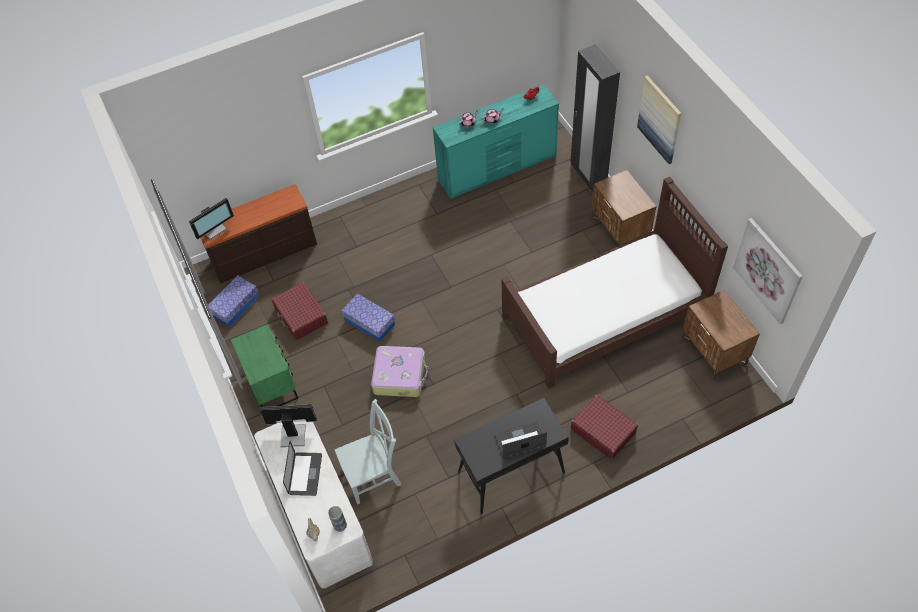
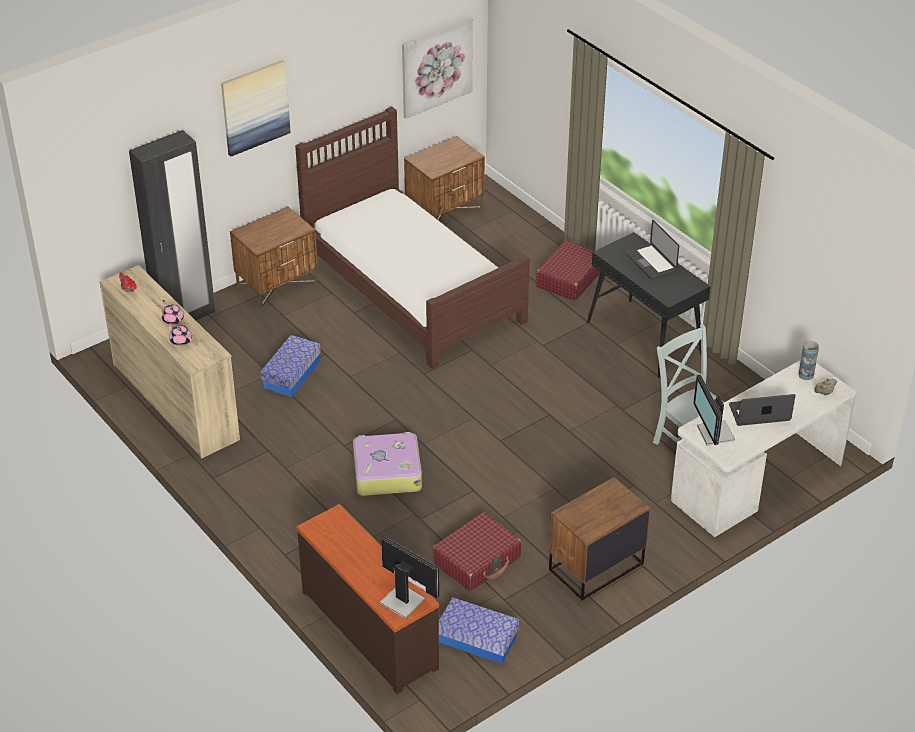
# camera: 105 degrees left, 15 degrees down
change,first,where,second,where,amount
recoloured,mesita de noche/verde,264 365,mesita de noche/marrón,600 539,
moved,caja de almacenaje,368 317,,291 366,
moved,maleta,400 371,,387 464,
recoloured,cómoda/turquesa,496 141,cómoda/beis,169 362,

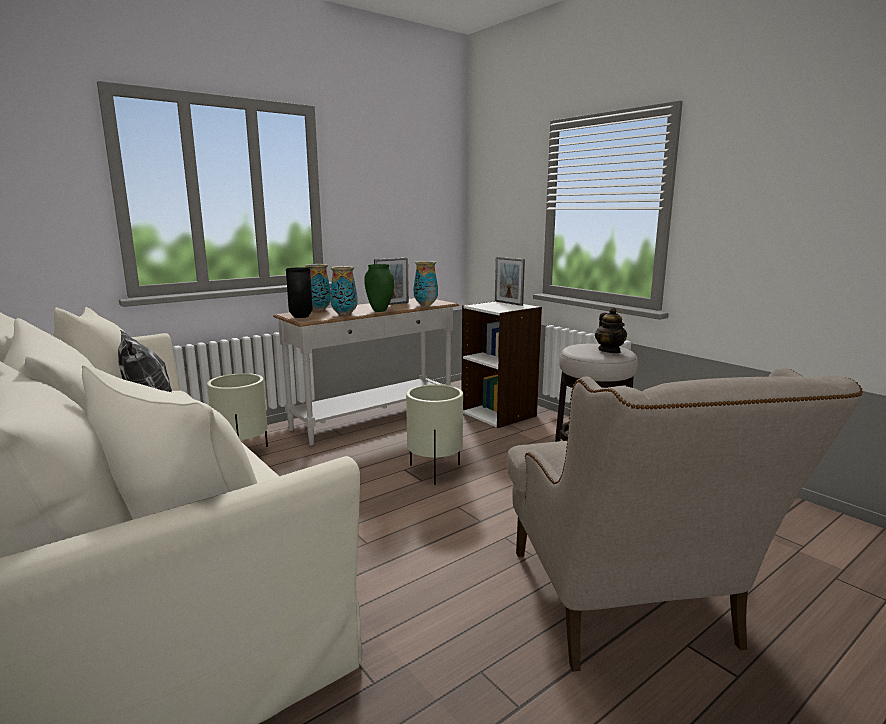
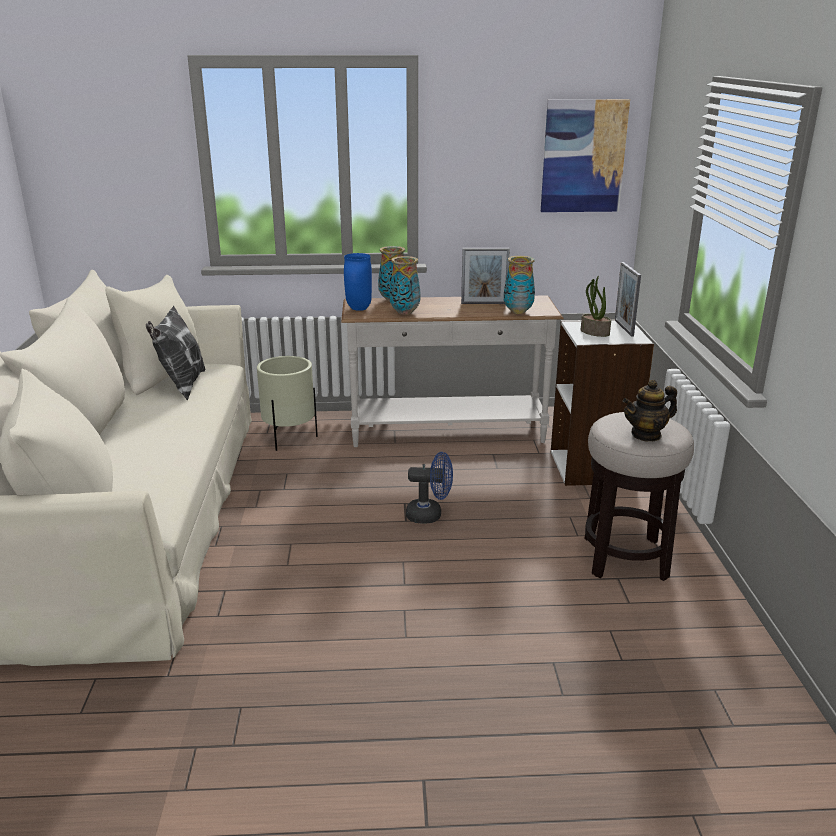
# camera: 35 degrees right, 10 degrees up
change,first,where,second,where,amount
recoloured,florero/negro,299 292,florero/azul,358 282,
removed,florero/verde,379 288,,,
replaced,maceta/beis,434 434,ventilador/azul,429 488,
removed,sillón/beis,685 519,,,
turned,tetera,611 330,,650 410,45 degrees clockwise
added,,,cuadro,585 155,
added,,,planta en maceta,596 306,

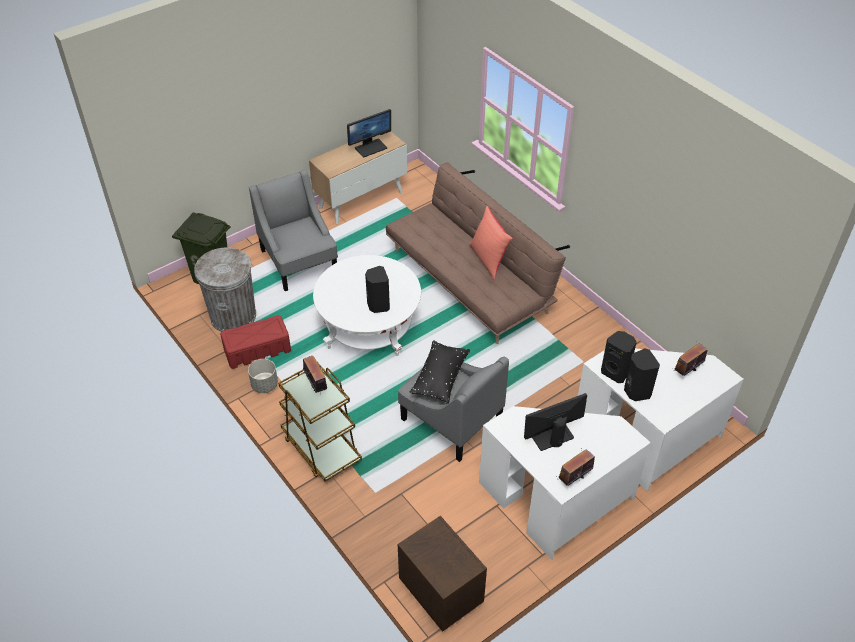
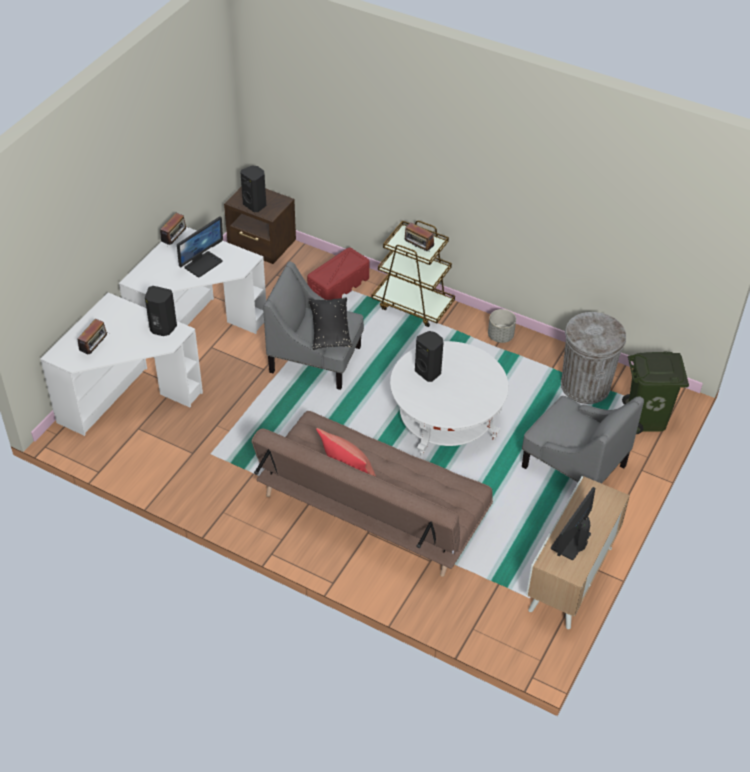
# camera: 155 degrees right, 0 degrees up
change,first,where,second,where,amount
moved,caja de almacenaje/rojo,255 342,,338 273,
moved,altavoz/negro,642 374,,253 188,

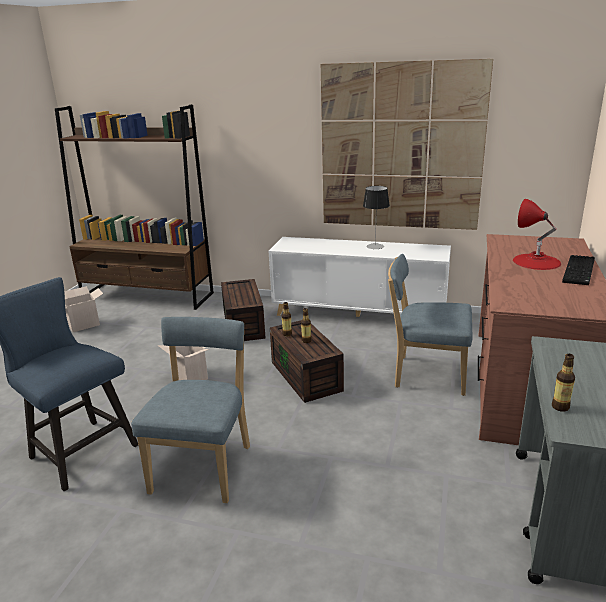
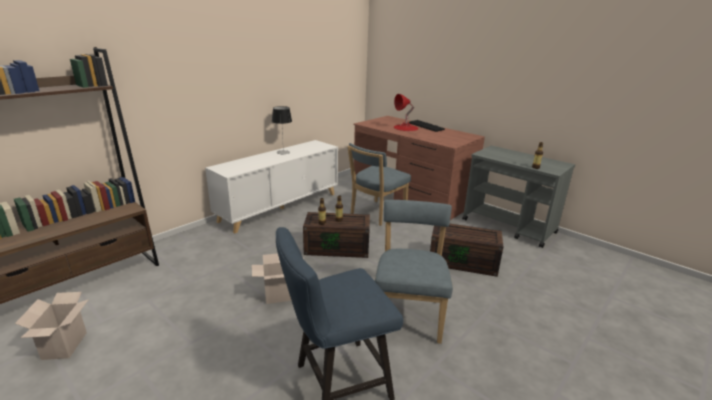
# camera: 65 degrees left, 0 degrees up
change,first,where,second,where,amount
turned,silla/azul,190 410,,414 272,60 degrees clockwise
moved,caja de almacenaje/marrón,243 310,,466 250,
removed,cuadro,407 144,,,

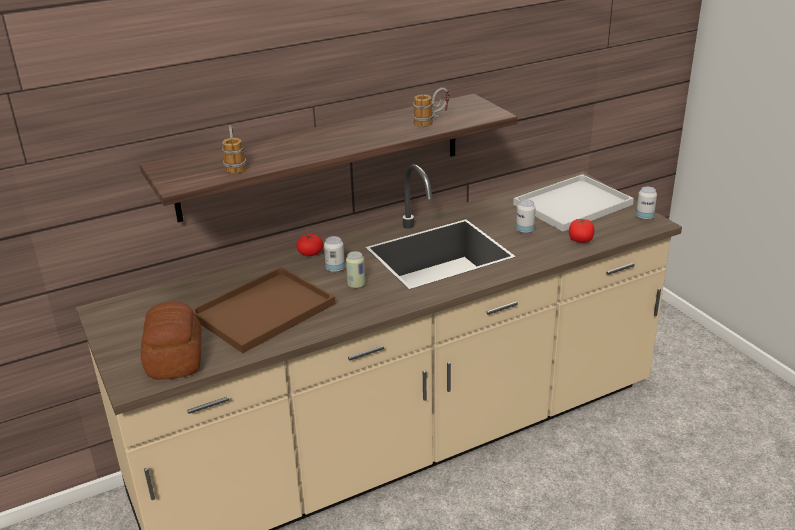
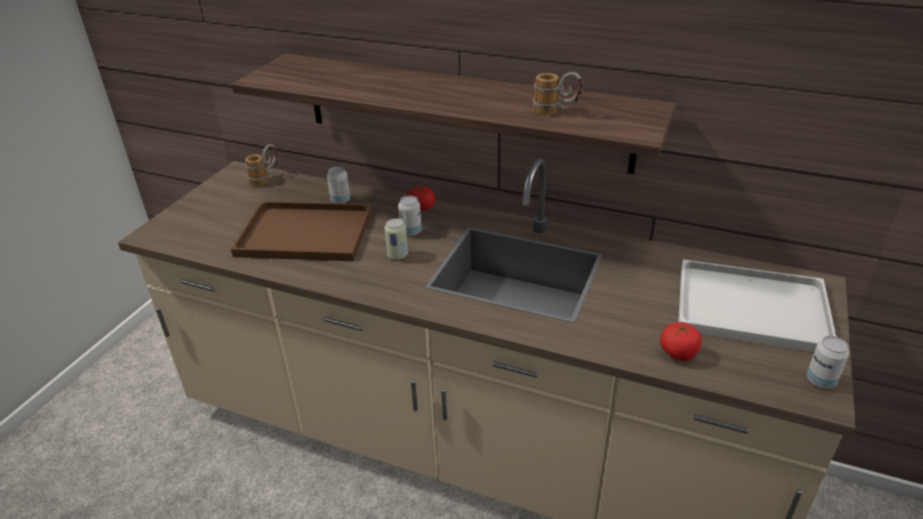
# camera: 50 degrees right, 5 degrees up
change,first,where,second,where,amount
removed,pan,171 341,,,
moved,taza grande,234 149,,261 165,
moved,lata,525 216,,338 185,

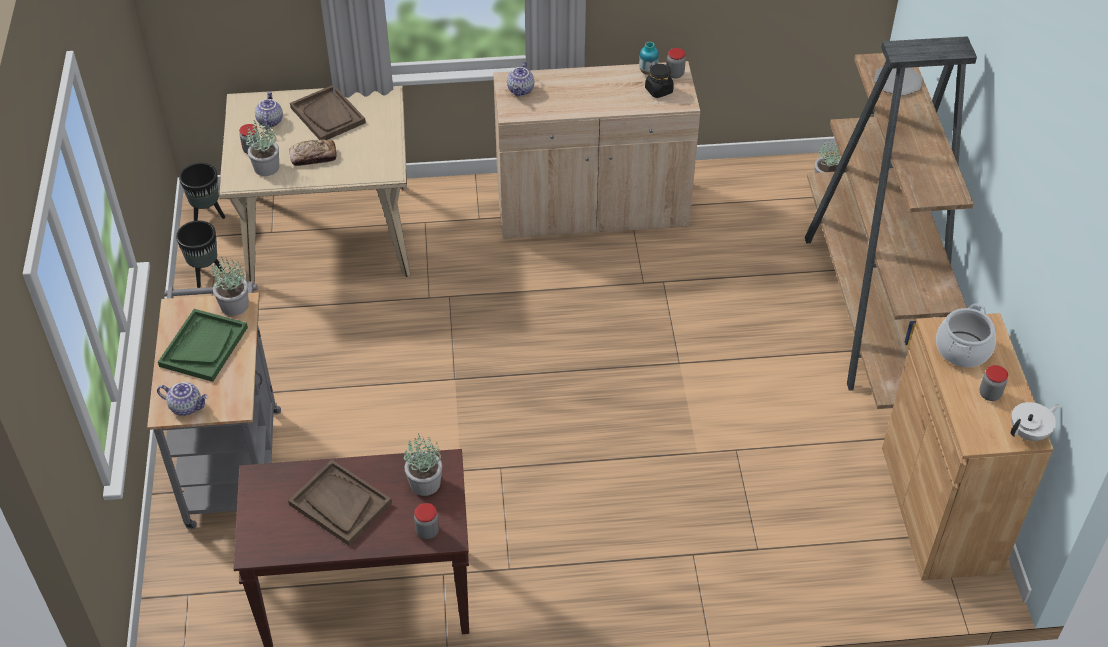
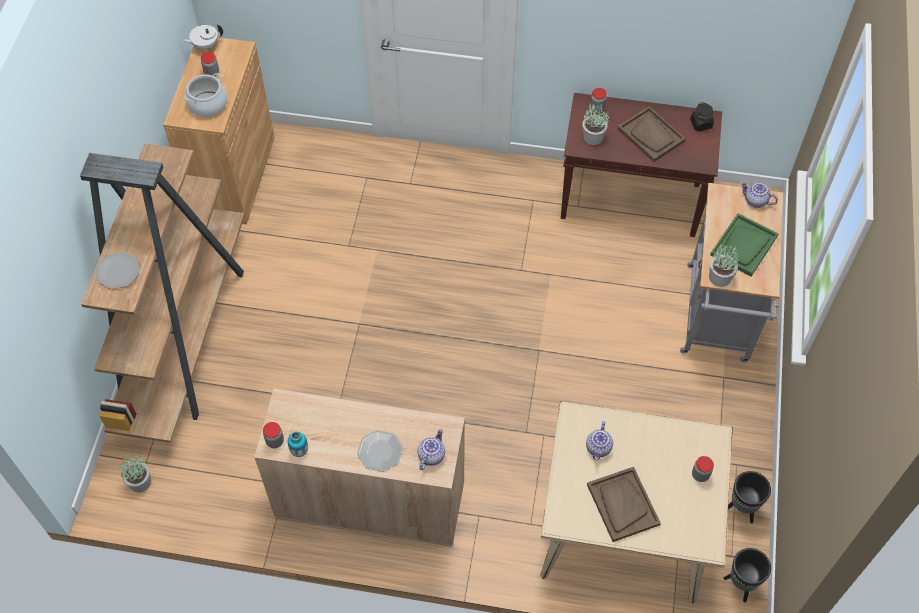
# camera: 165 degrees left, 10 degrees up
change,first,where,second,where,amount
removed,planta en maceta,262 149,,,
moved,tetera,269 110,,599 440,
removed,pan,313 153,,,
moved,tarro/negro,659 80,,702 116,
added,,,plato,380 451,

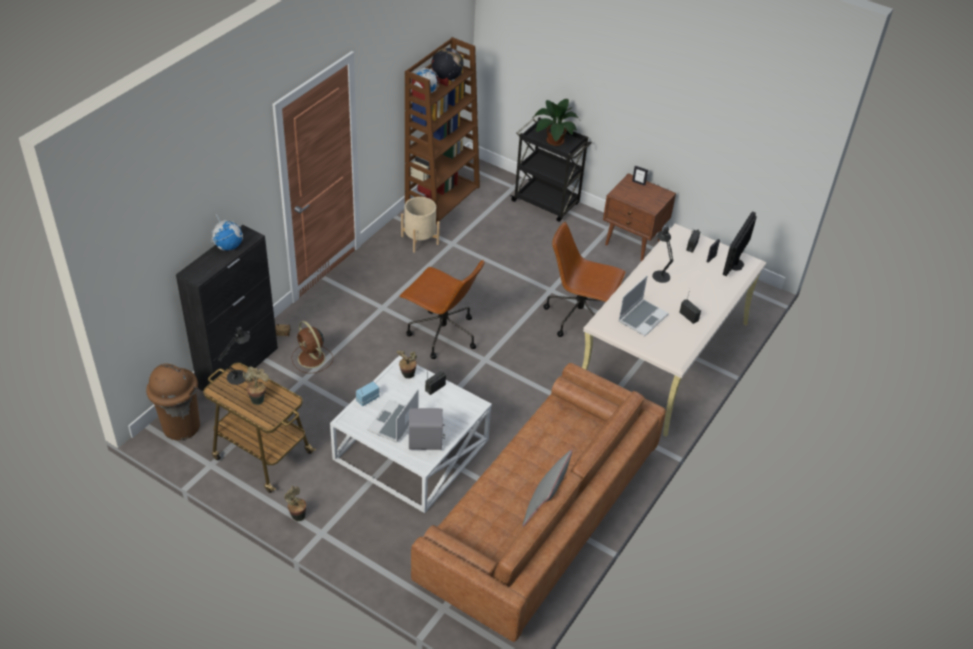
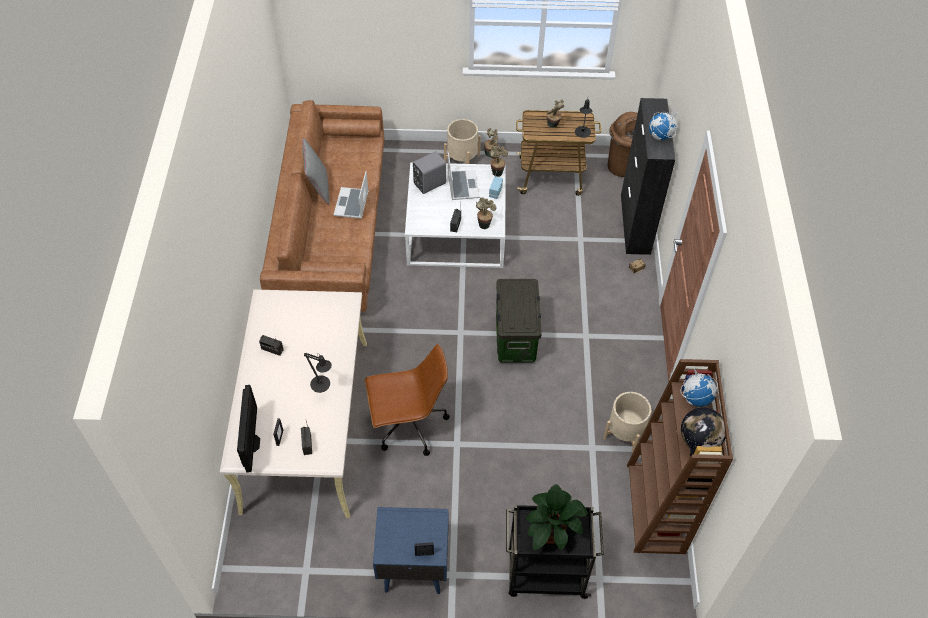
# camera: 150 degrees right, 10 degrees up
change,first,where,second,where,amount
removed,ventilador/marrón,312 347,,,
replaced,silla de oficina/marrón,442 309,caja de almacenaje,519 321,
recoloured,mesita de noche/marrón,639 217,mesita de noche/azul,411 550,
moved,portátil,643 306,,351 195,
added,,,maceta/beis,462 141,
added,,,planta en maceta,498 161,

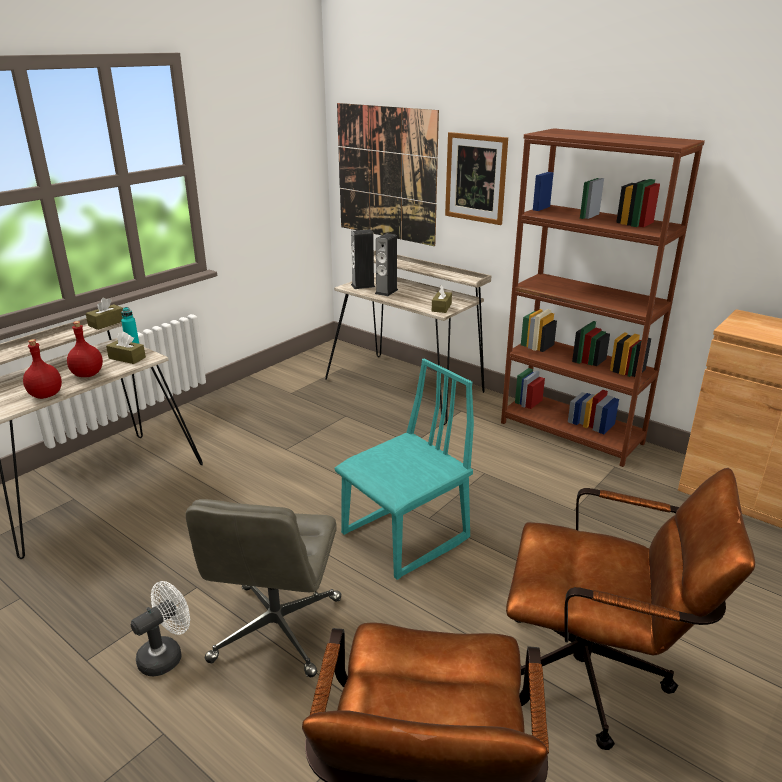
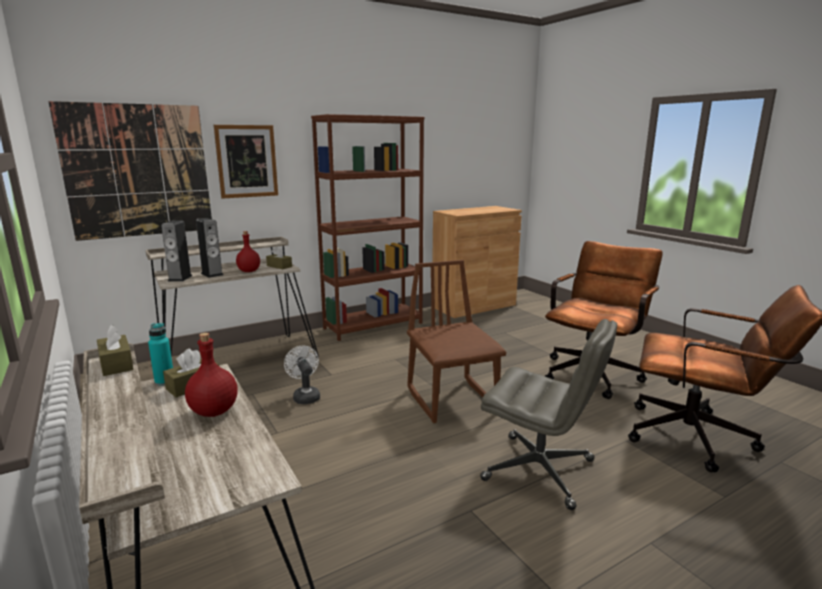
# camera: 70 degrees left, 10 degrees down
change,first,where,second,where,amount
moved,botella/rojo,42 369,,248 251,
moved,ventilador/blanco,160 628,,302 375,
recoloured,silla/turquesa,404 469,silla/marrón,456 341,

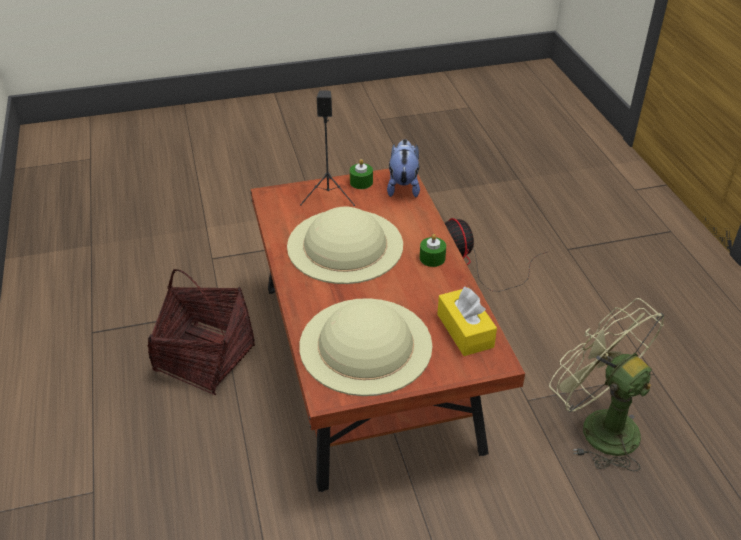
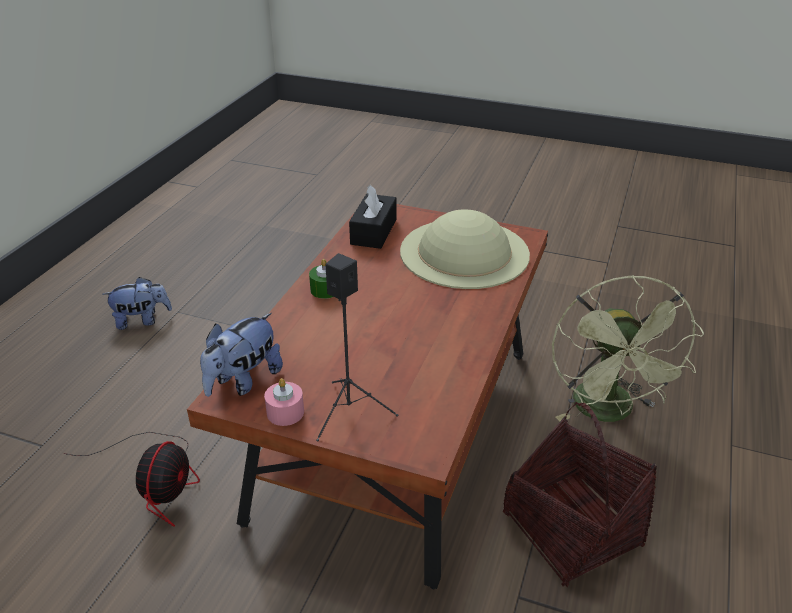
# camera: 145 degrees left, 5 degrees down
change,first,where,second,where,amount
removed,sombrero/beis,345 245,,,
recoloured,vela/verde,361 174,vela/rosa,284 402,
recoloured,caja de pañuelos/amarillo,467 321,caja de pañuelos/negro,372 217,
moved,ventilador/verde,607 385,,628 348,
added,,,peluche,137 303,

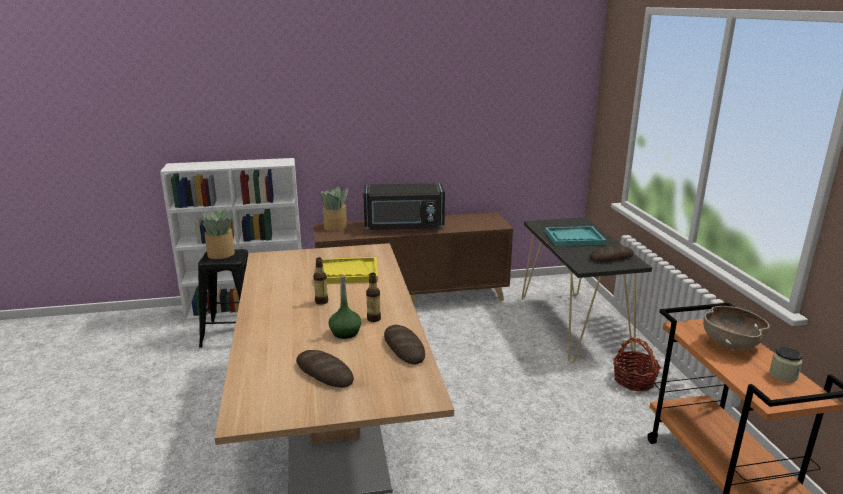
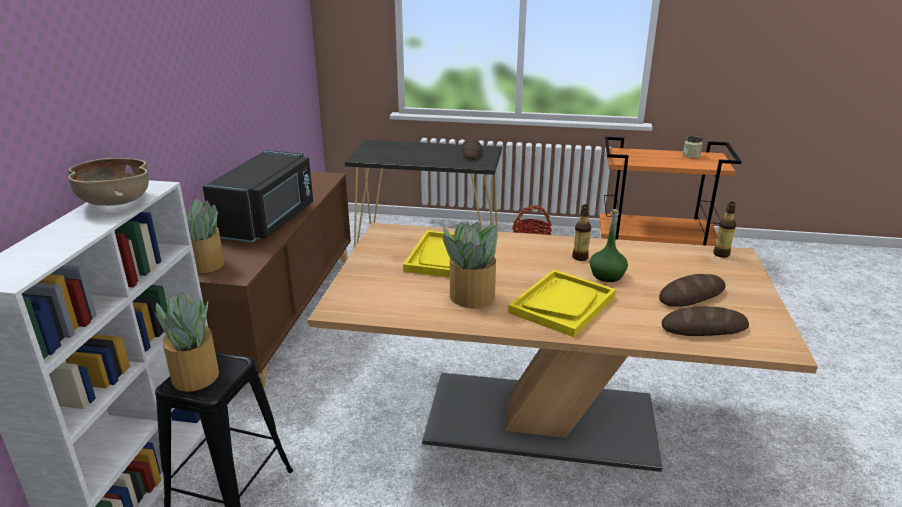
# camera: 70 degrees left, 5 degrees up
change,first,where,second,where,amount
moved,botella,320 281,,724 230,
moved,pan,404 345,,705 321,
removed,bandeja/turquesa,575 236,,,
moved,cuenco/marrón,736 328,,108 182,
added,,,planta en maceta,470 264,
added,,,bandeja/amarillo,562 303,

